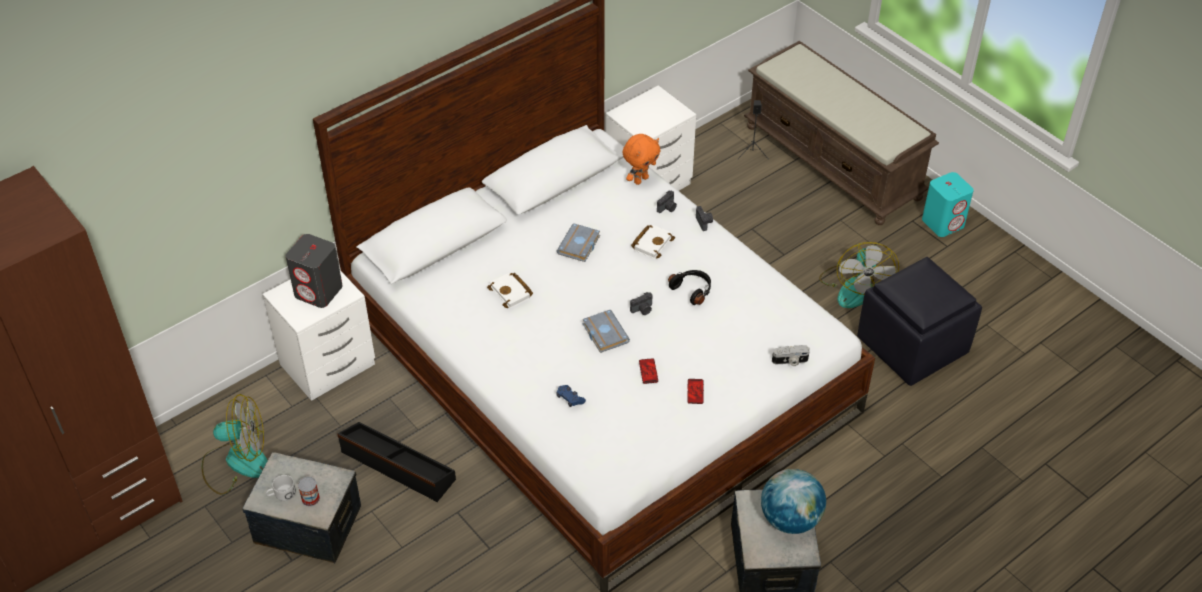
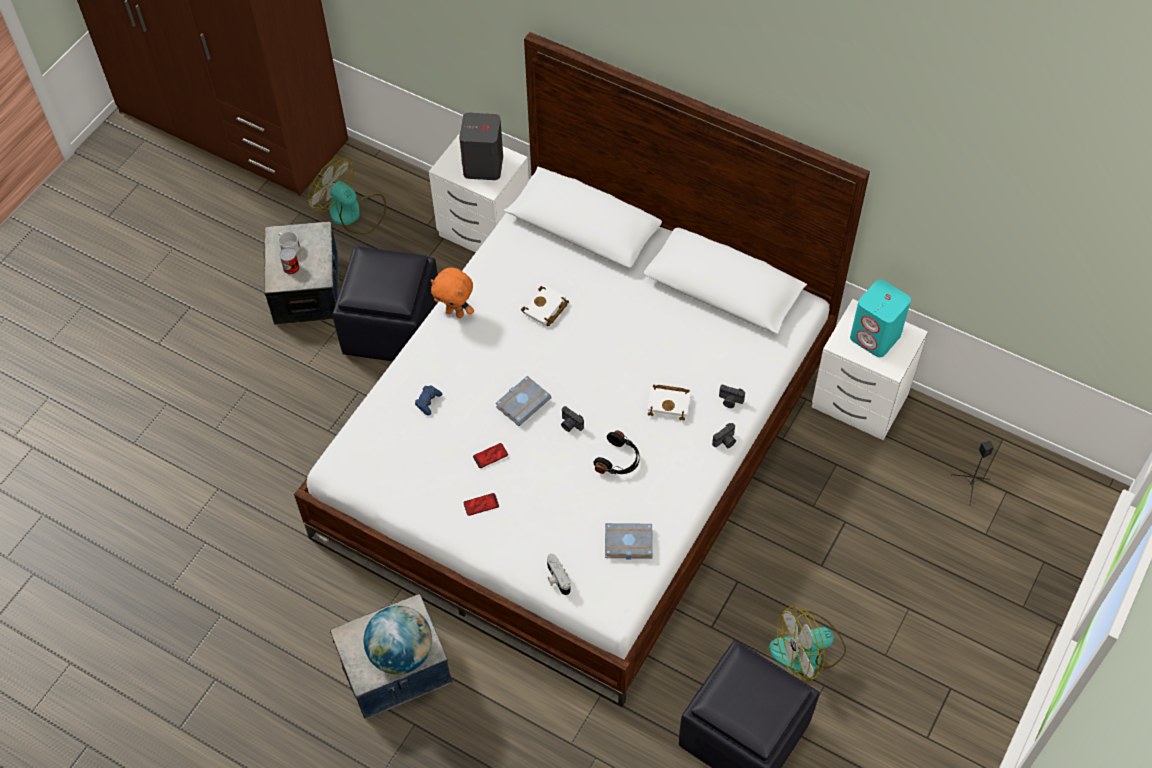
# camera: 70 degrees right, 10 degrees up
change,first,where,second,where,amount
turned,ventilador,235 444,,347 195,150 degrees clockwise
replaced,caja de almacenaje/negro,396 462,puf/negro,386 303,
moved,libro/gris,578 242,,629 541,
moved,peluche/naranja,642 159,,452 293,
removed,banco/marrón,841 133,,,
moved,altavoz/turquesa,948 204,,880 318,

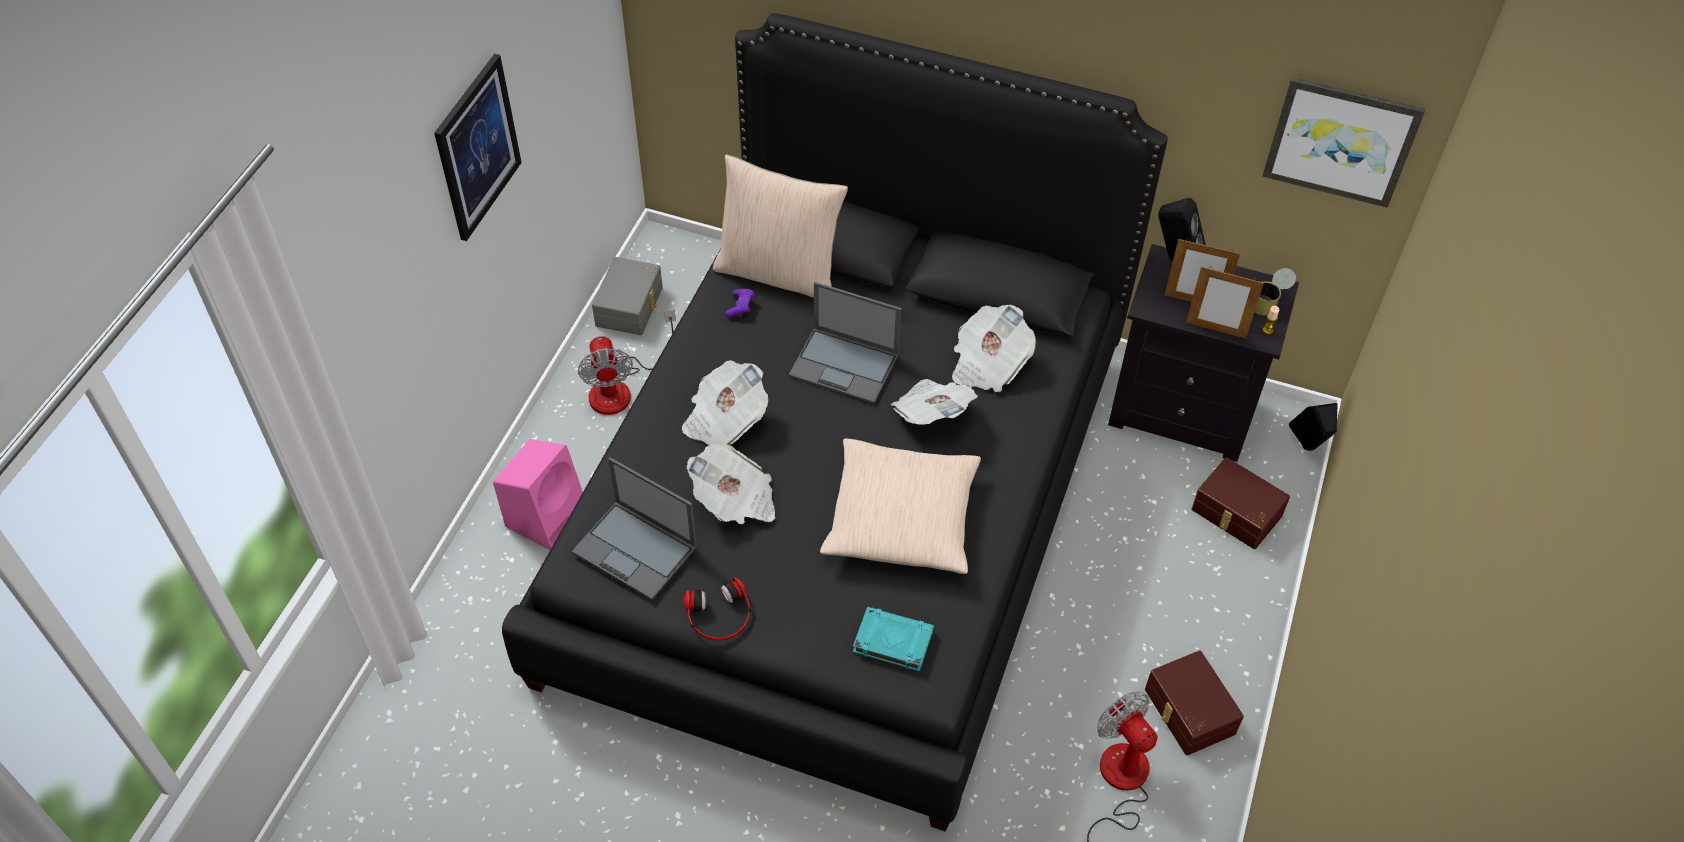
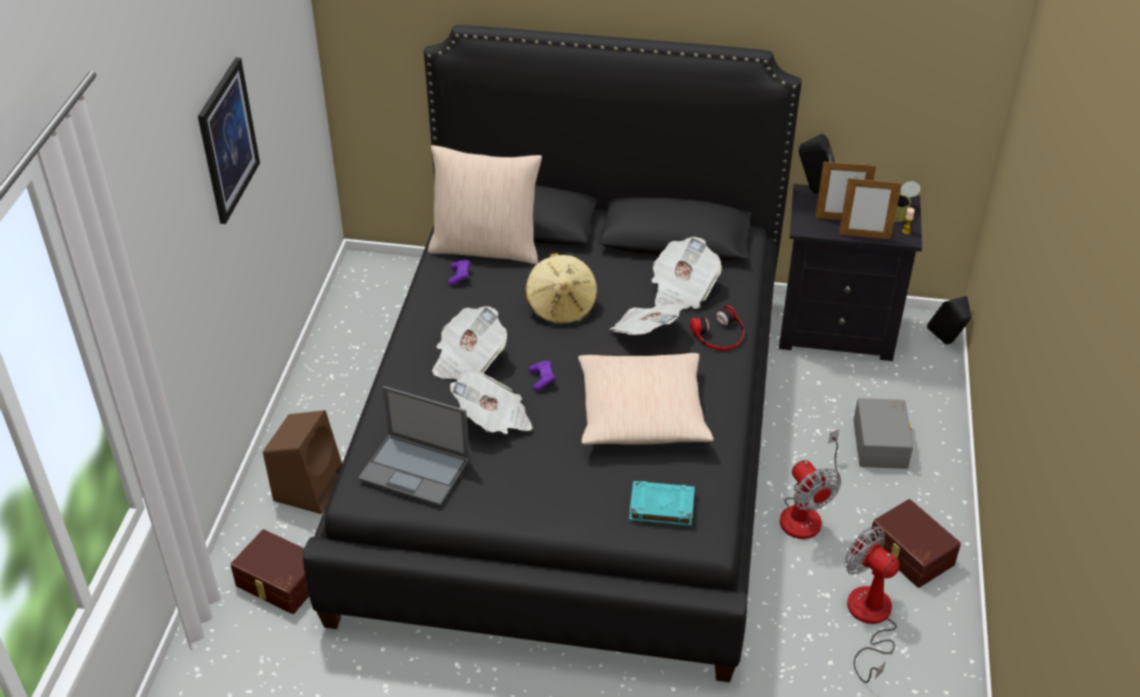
# camera: 10 degrees left, 10 degrees down
change,first,where,second,where,amount
recoloured,altavoz/rosa,538 494,altavoz/marrón,302 462,
moved,ventilador,627 362,,810 484,
moved,caja de almacenaje/gris,627 296,,883 433,
moved,auriculares,717 609,,717 327,
replaced,portátil,845 343,sombrero/beis,561 289,
moved,caja de almacenaje/marrón,1241 503,,269 571,
removed,cuadro,1343 142,,,
added,,,mando de consola/morado,542 376,

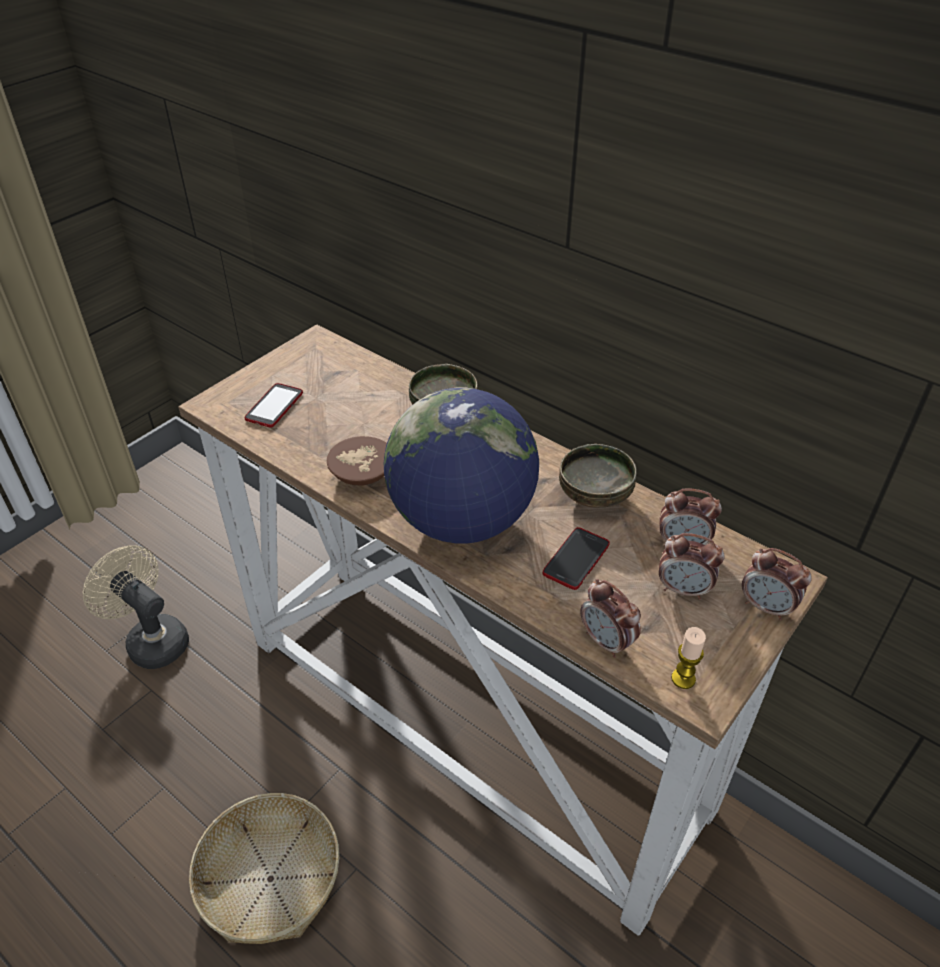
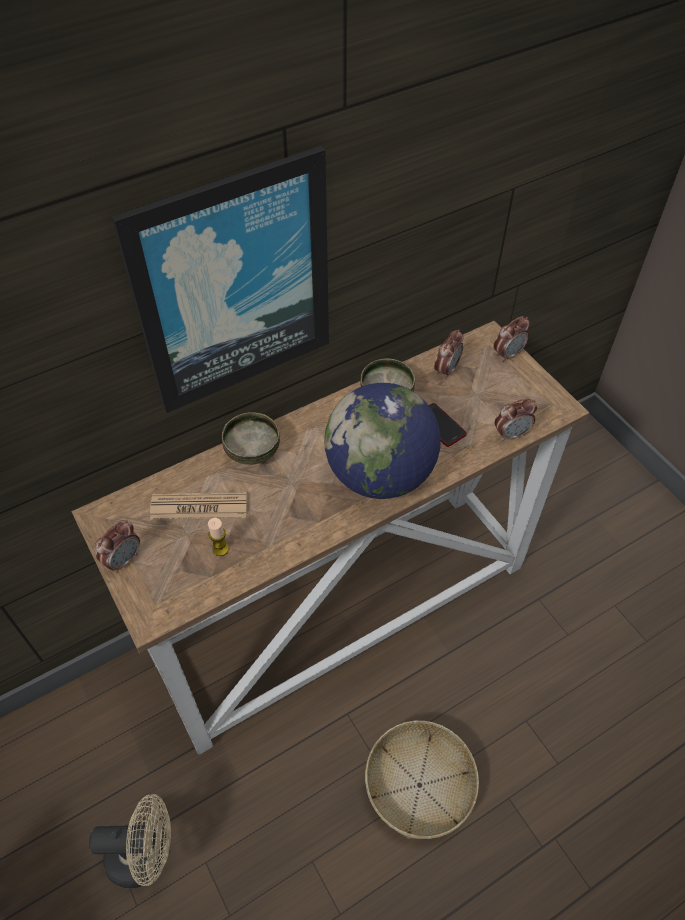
# camera: 70 degrees left, 10 degrees up
change,first,where,second,where,amount
turned,ventilador/beis,136 607,,130 841,150 degrees counterclockwise
removed,móvil,273 405,,,
removed,cuenco/marrón,357 460,,,
moved,despertador,692 566,,117 546,
moved,vela,688 658,,218 537,
added,,,cuadro,220 279,
added,,,periódico,198 505,

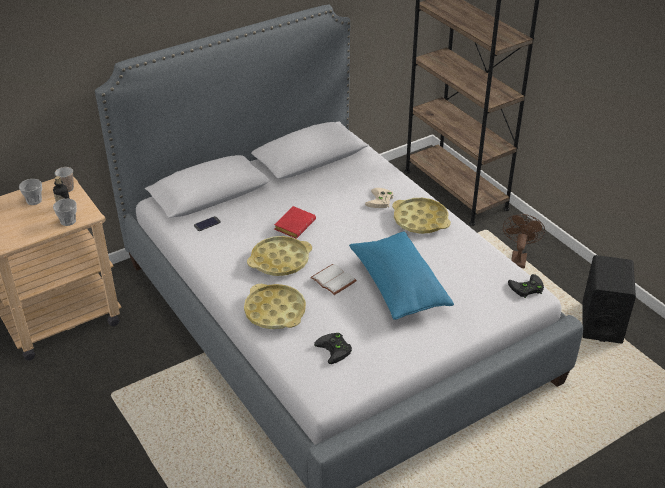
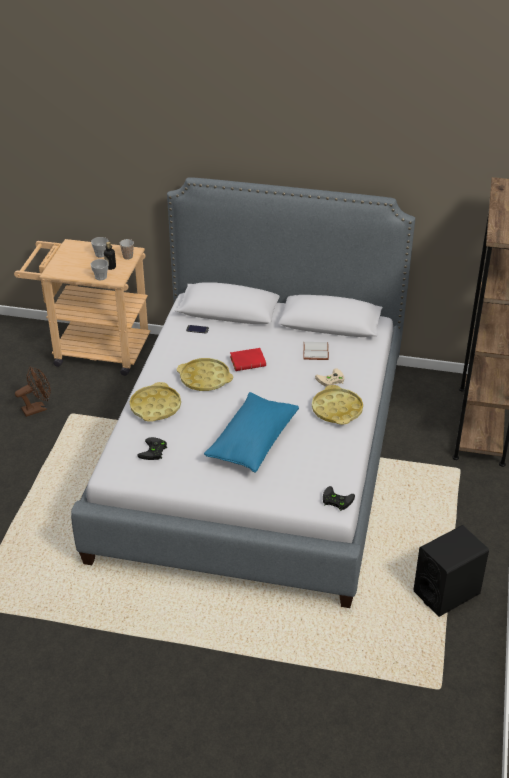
# camera: 45 degrees right, 0 degrees up
change,first,where,second,where,amount
moved,libro/blanco,333 279,,316 351,
moved,ventilador/marrón,524 241,,33 391,

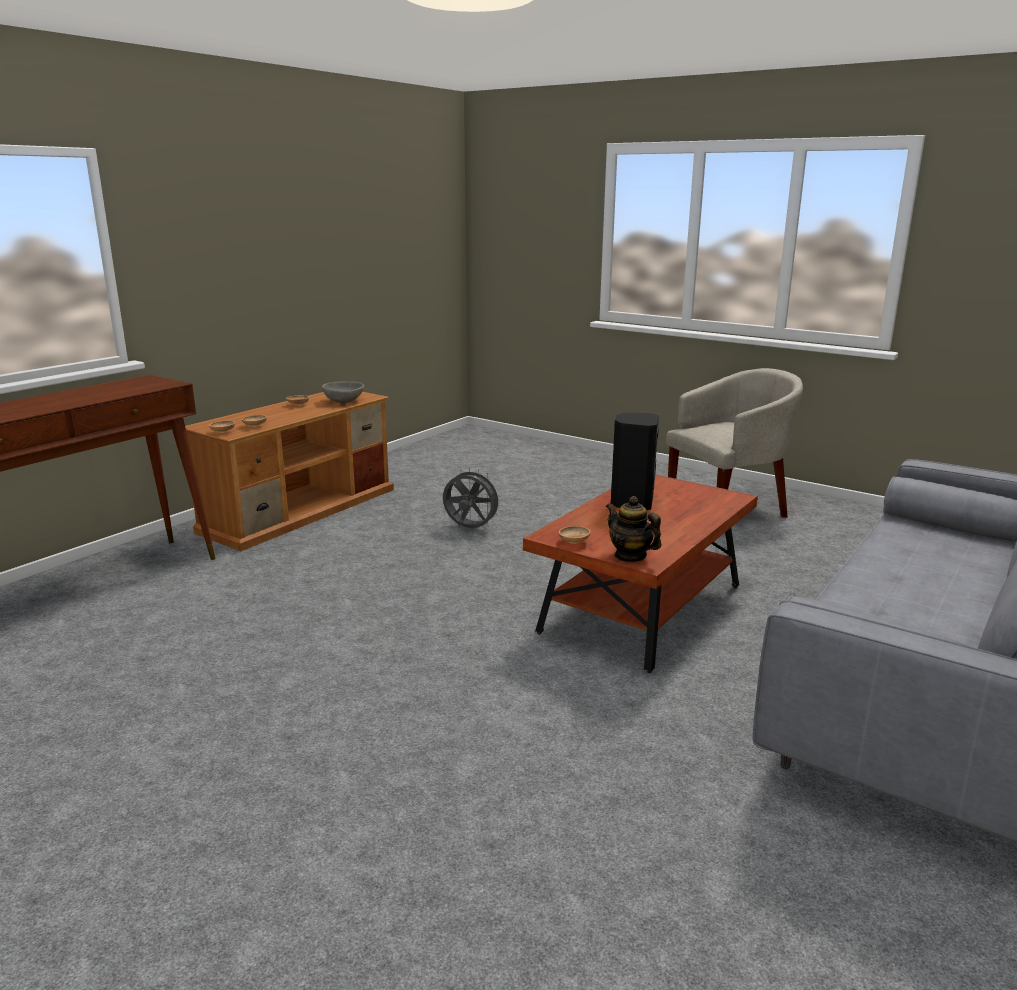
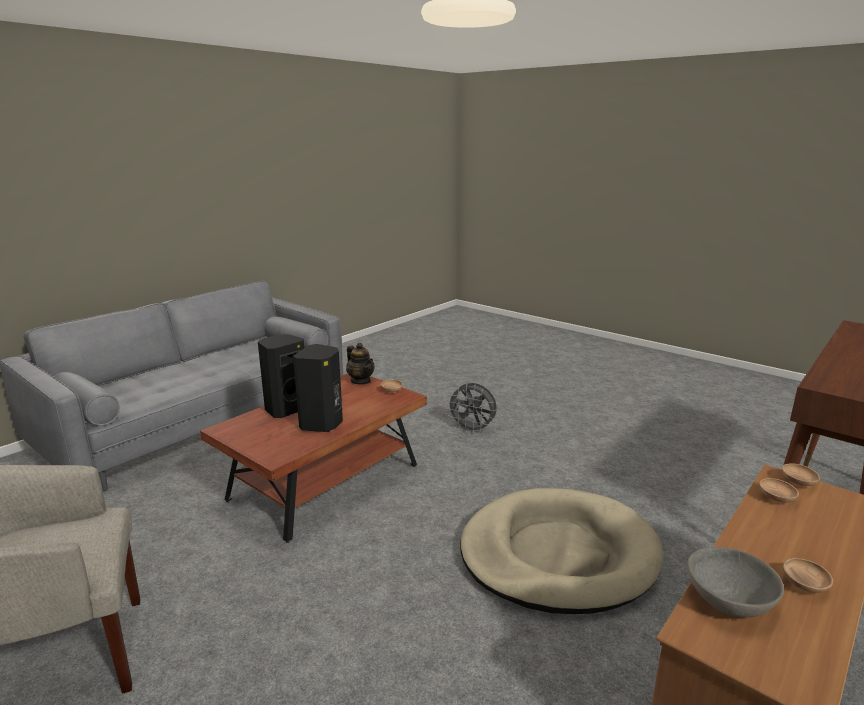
# camera: 175 degrees left, 0 degrees up
change,first,where,second,where,amount
moved,ventilador/gris,473 497,,471 408,
added,,,altavoz/negro,281 376,
added,,,cama para perro/beis,561 551,

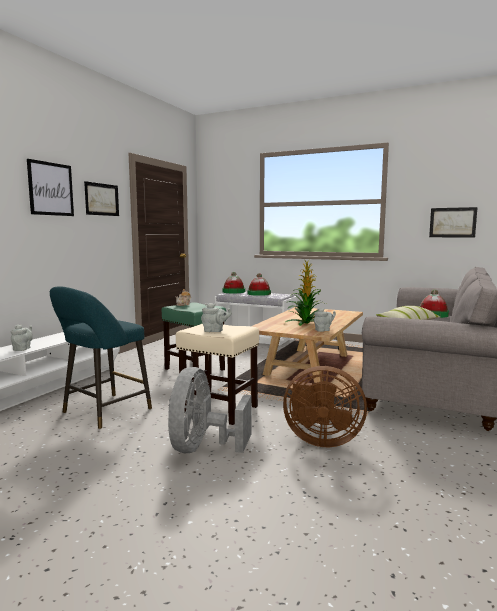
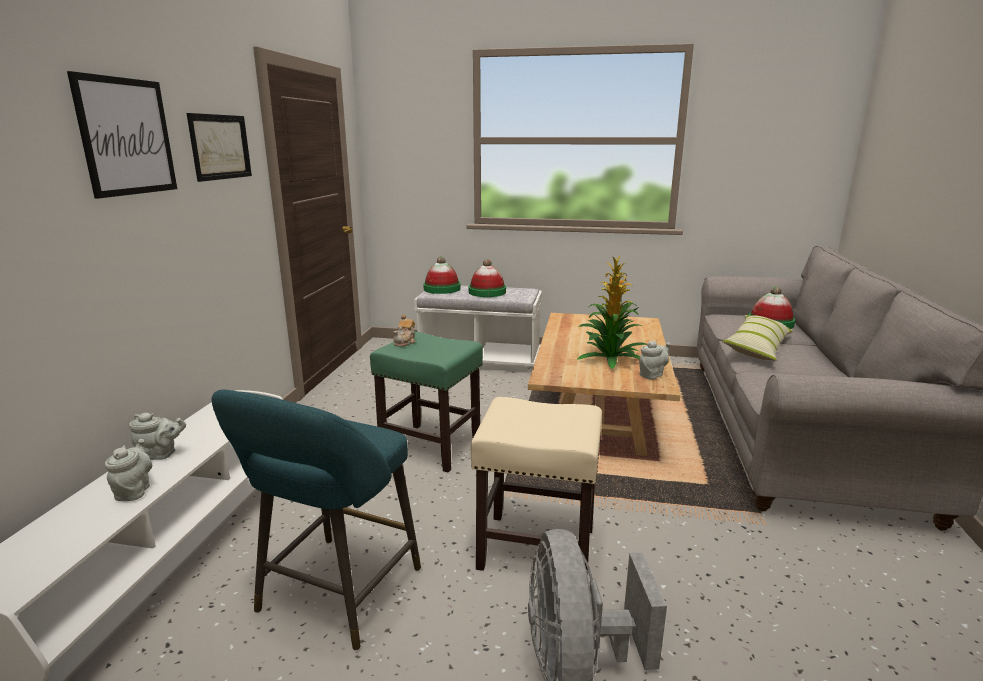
# camera: 15 degrees left, 10 degrees up
change,first,where,second,where,amount
moved,tetera/gris,216 317,,157 436,
removed,ventilador/marrón,325 406,,,
removed,cuadro,453 222,,,

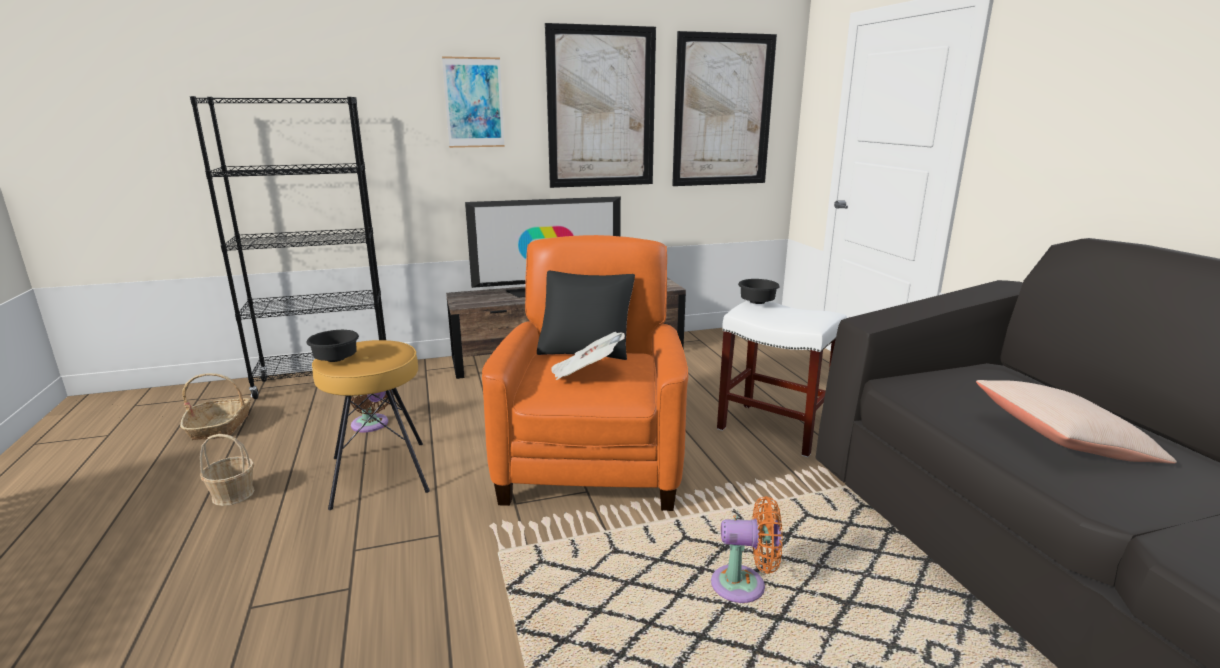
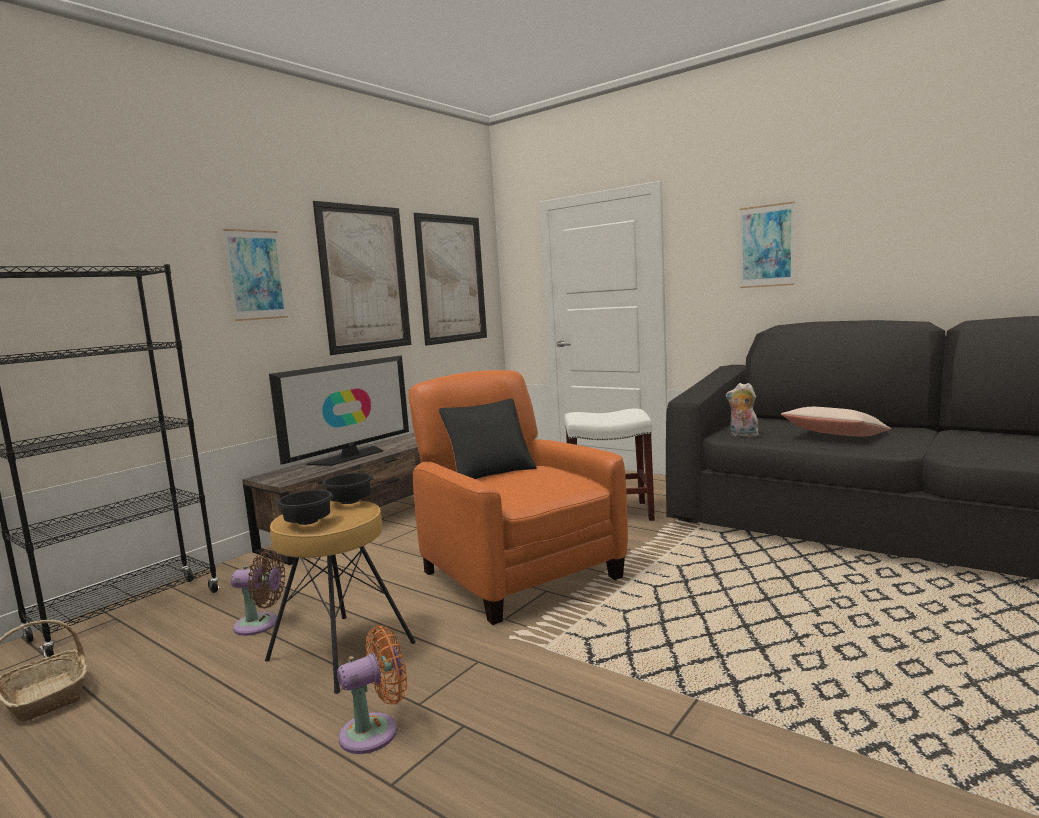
# camera: 35 degrees left, 10 degrees down
change,first,where,second,where,amount
removed,cesta,227 470,,,
removed,periódico,588 356,,,
moved,ventilador/naranja,747 549,,372 690,
moved,cuenco/negro,759 291,,347 488,
added,,,peluche,743 410,
added,,,cuadro,767 244,

